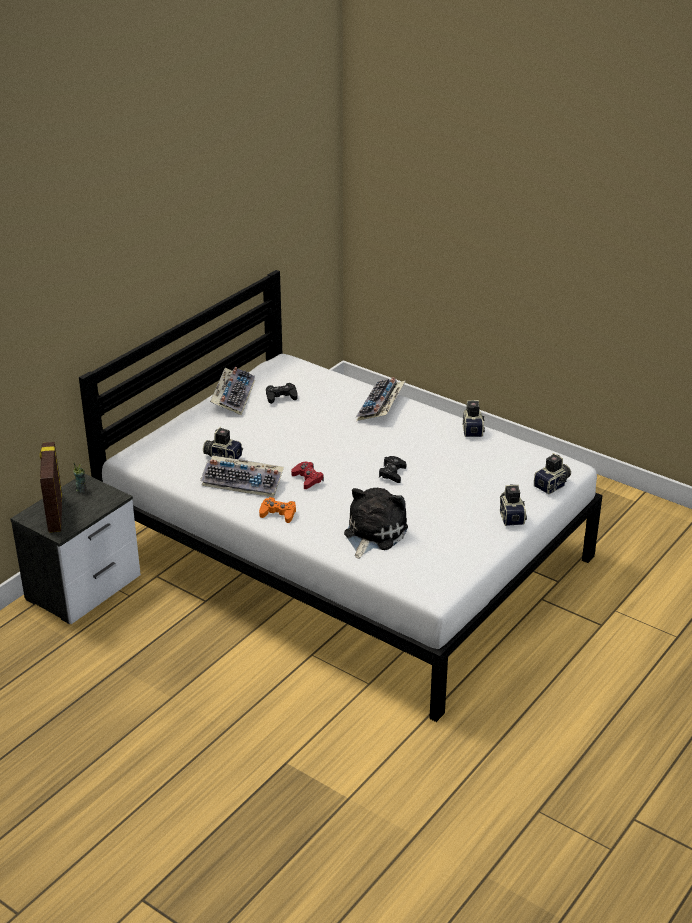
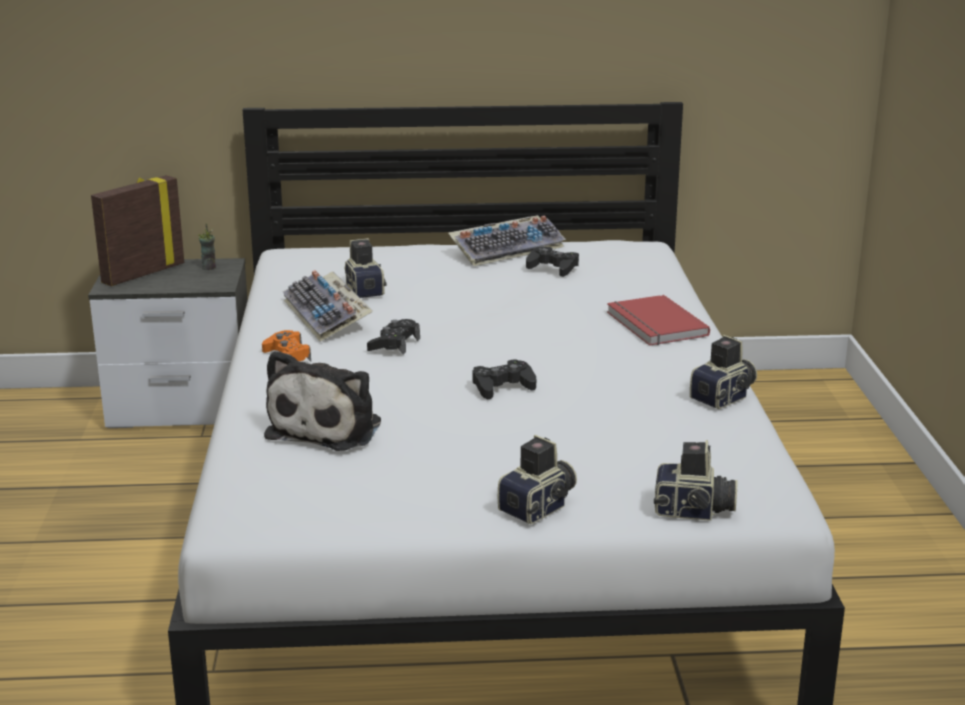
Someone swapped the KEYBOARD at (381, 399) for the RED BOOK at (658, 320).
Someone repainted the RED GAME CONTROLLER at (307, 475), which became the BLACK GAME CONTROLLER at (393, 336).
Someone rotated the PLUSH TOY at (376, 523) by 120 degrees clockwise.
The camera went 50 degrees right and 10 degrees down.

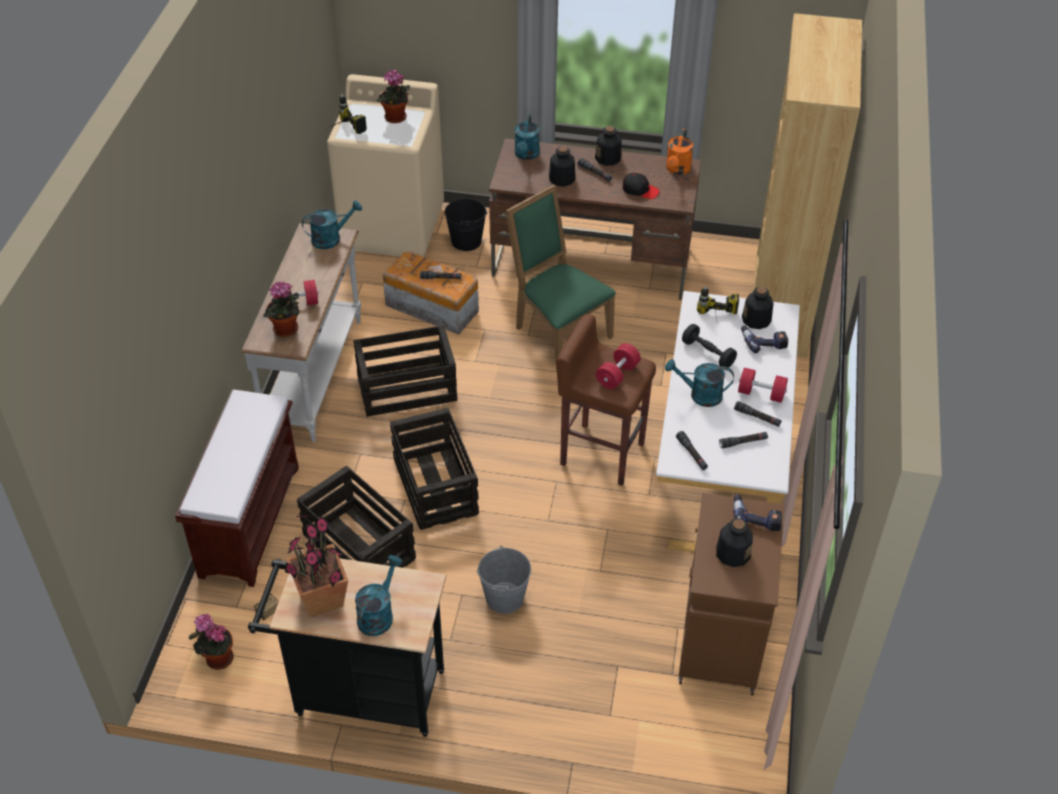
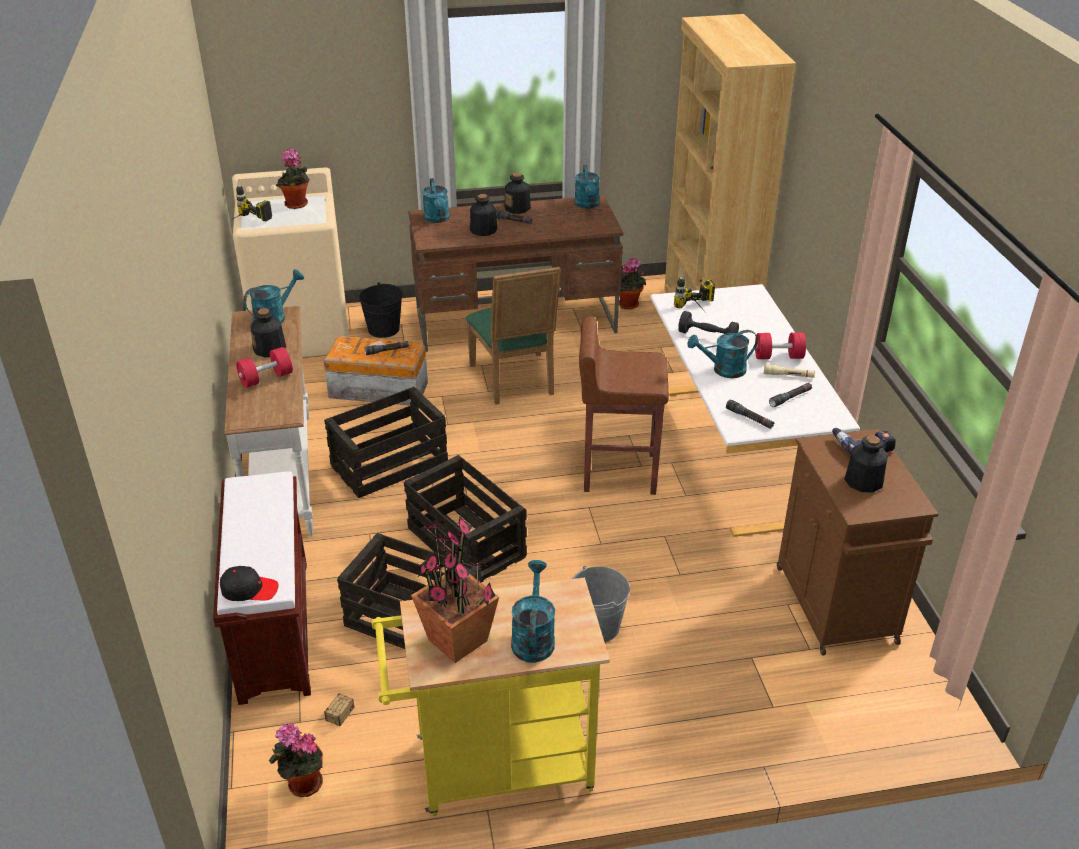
Someone took away the RED DUMBBELL at (618, 366).
Someone took away the POWER DRILL at (764, 339).
Someone carried the POTTED PLANT from (281, 309) to (632, 283).
Someone carried the BLACK CAP from (641, 186) to (249, 583).
Someone carried the BOTTLE from (757, 308) to (268, 332).
Someone repainted the BLACK CART at (347, 644), which became the YELLOW CART at (491, 697).
Someone repainted the ORANGE WATERING CAN at (679, 152), which became the TURQUOISE WATERING CAN at (587, 187).
Someone repainted the BLACK FLASHLIGHT at (757, 414), which became the BEIGE FLASHLIGHT at (789, 371).
Someone rotated the GREEN CHAIR at (561, 271) by 135 degrees counterclockwise.
The camera went 20 degrees left and 10 degrees down.

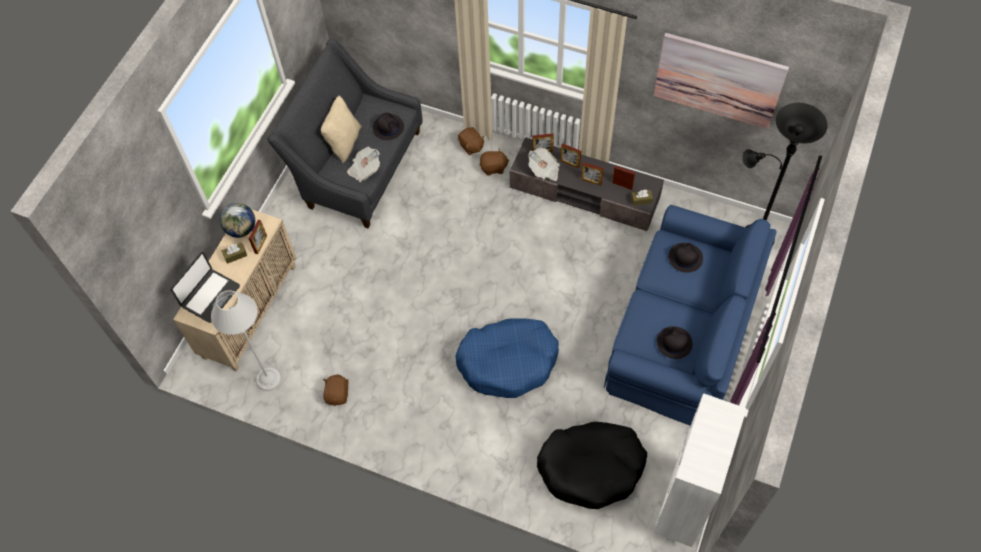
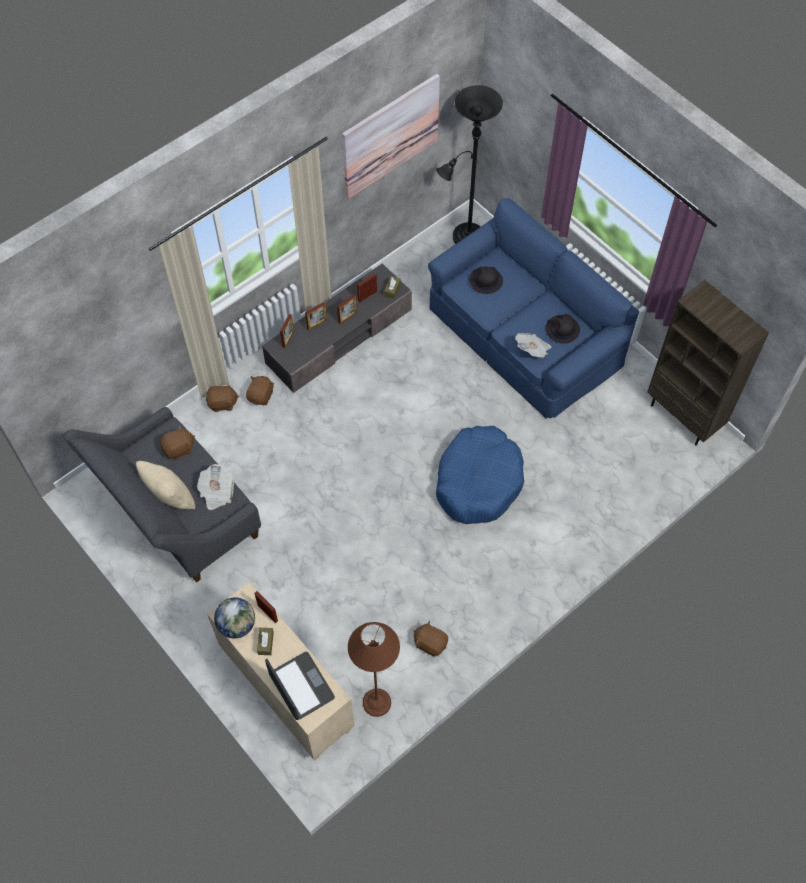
Someone took away the BLACK DOG BED at (592, 465).
Someone carried the NEWSPAPER from (544, 164) to (533, 345).
Someone swapped the BLACK HAT at (388, 126) for the BROWN PLUSH TOY at (177, 442).
Someone repainted the GREY FLOOR LAMP at (246, 340), which became the BROWN FLOOR LAMP at (374, 669).
Someone repainted the WHITE BOOKCASE at (700, 470), which became the BROWN BOOKCASE at (708, 363).
The camera went 65 degrees left and 0 degrees up.

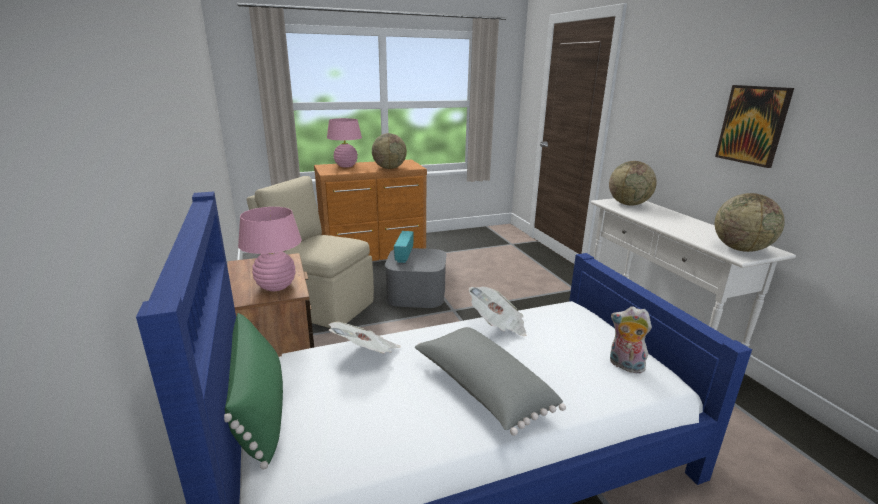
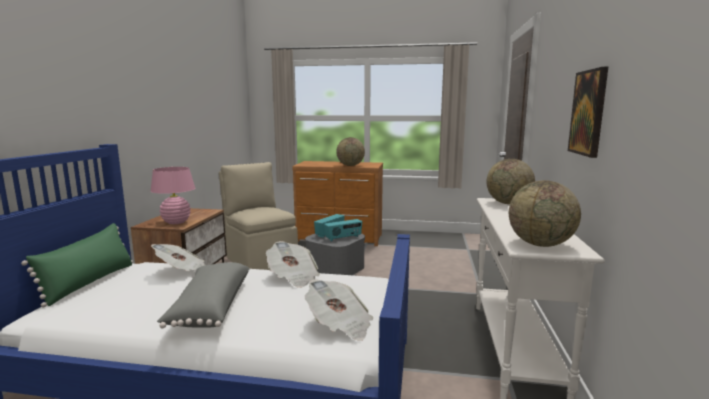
Someone took away the PINK TABLE LAMP at (344, 143).
Someone put down the RADIO at (343, 230).
Someone swapped the PLUSH TOY at (631, 340) for the NEWSPAPER at (339, 310).
The camera went 30 degrees right and 10 degrees down.

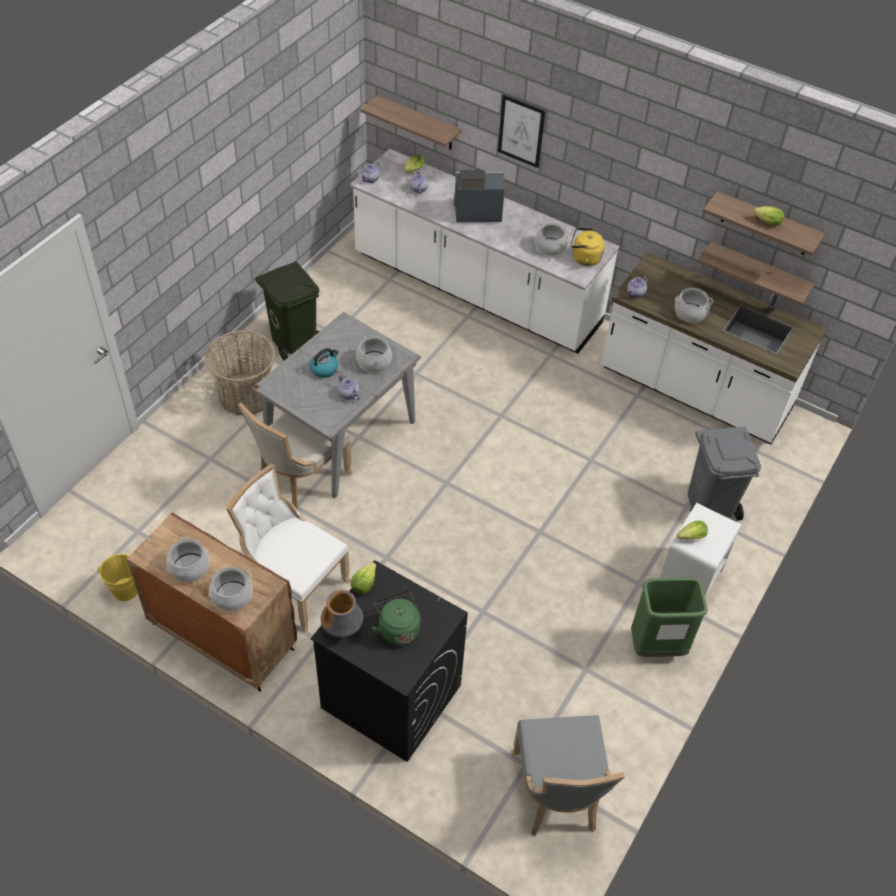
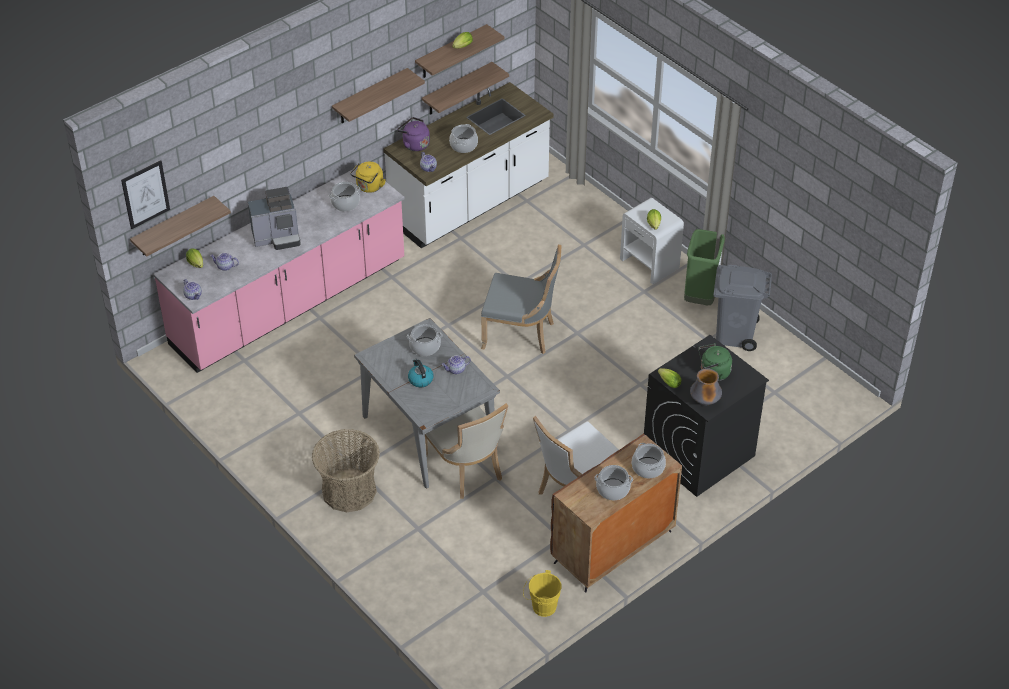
Someone took away the GREEN TRASH CAN at (287, 311).
Someone put up the SHELF at (378, 95).
Someone put down the PURPLE KETTLE at (413, 134).
Someone carried the PICTURE from (521, 131) to (145, 194).
Someone carried the GREY CHAIR from (568, 775) to (521, 299).
Someone carried the GREY TRASH CAN from (724, 474) to (742, 308).
Someone repainted the WHITE COUNTER at (485, 251), which became the PINK COUNTER at (278, 270).
Someone rotated the COFFEE MACHINE at (479, 196) by 120 degrees counterclockwise.
The camera went 70 degrees left and 5 degrees down.

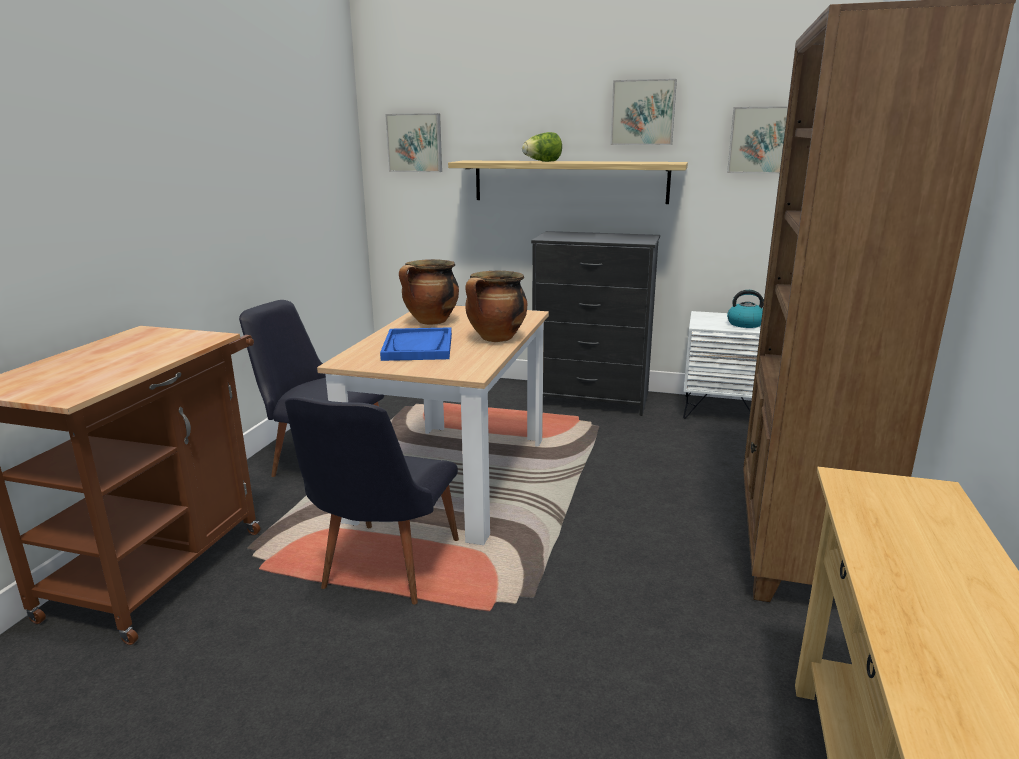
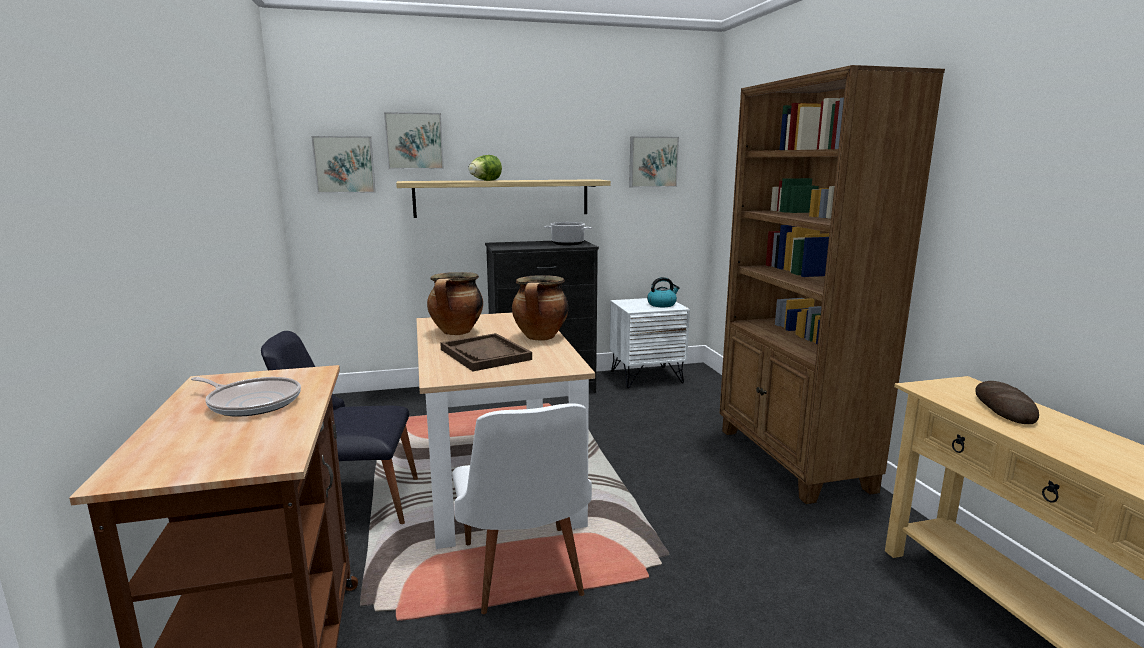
Someone put down the FRYING PAN at (246, 397).
Someone put down the COOKING POT at (568, 233).
Someone put down the BREAD at (1007, 402).
Someone carried the PICTURE from (644, 112) to (414, 140).
Someone repainted the BLACK CHAIR at (372, 501), which became the WHITE CHAIR at (522, 508).
Someone repainted the BLUE TRAY at (416, 344), which became the BROWN TRAY at (486, 352).
The camera went 30 degrees left and 5 degrees down.

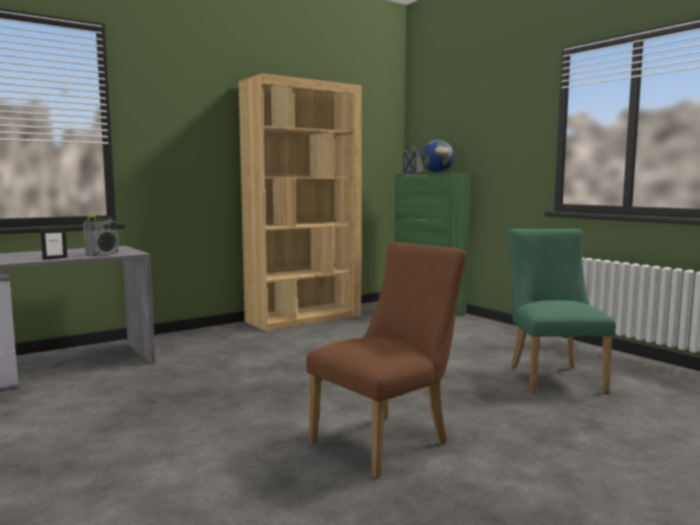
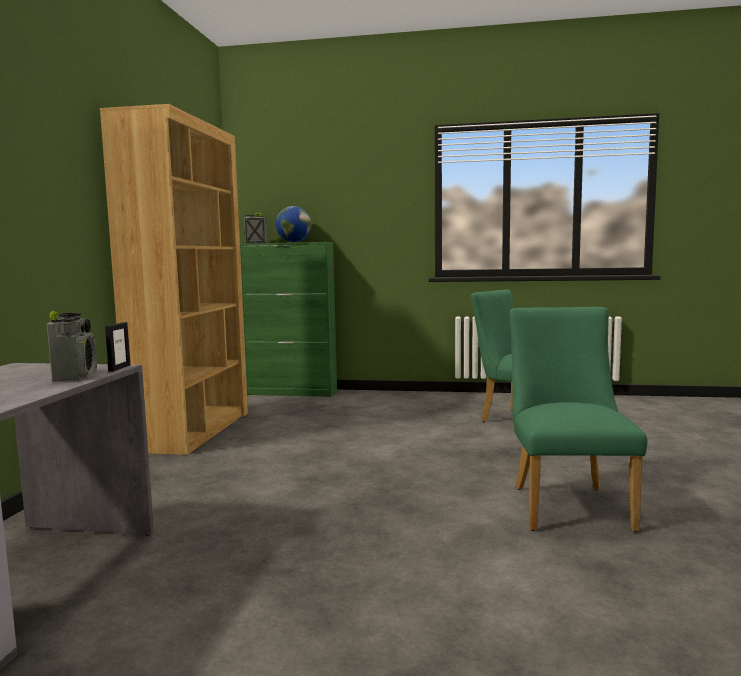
Someone carried the PICTURE FRAME from (53, 244) to (118, 347).
Someone repainted the BROWN CHAIR at (386, 360), which became the GREEN CHAIR at (578, 419).
The camera went 45 degrees left and 0 degrees up.

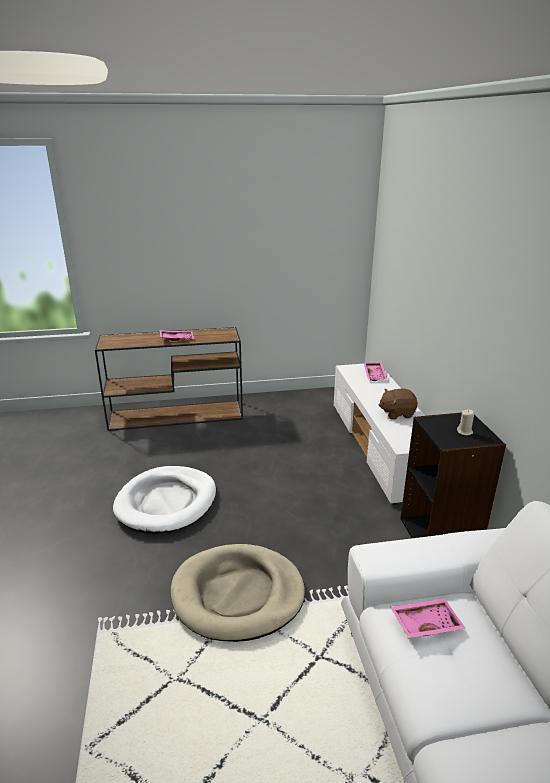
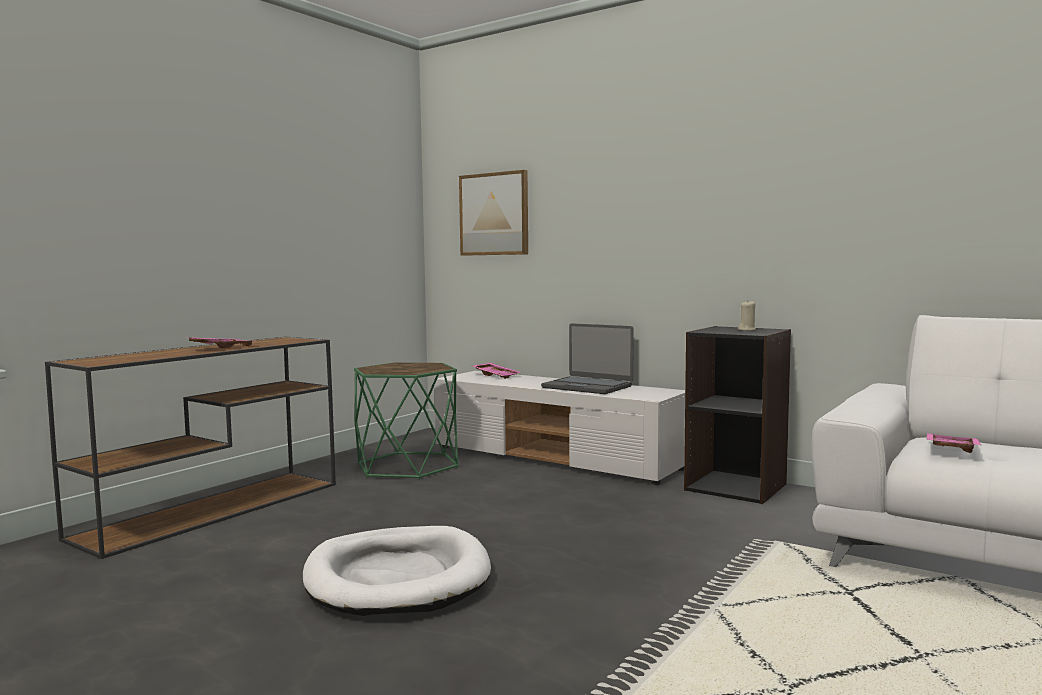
Someone took away the BEIGE DOG BED at (238, 593).
Someone put down the GREEN SIDE TABLE at (406, 420).
Someone put up the PICTURE at (493, 213).
Someone swapped the BROWN PLUSH TOY at (398, 404) for the LAPTOP at (587, 358).
The camera went 45 degrees left and 20 degrees down.

